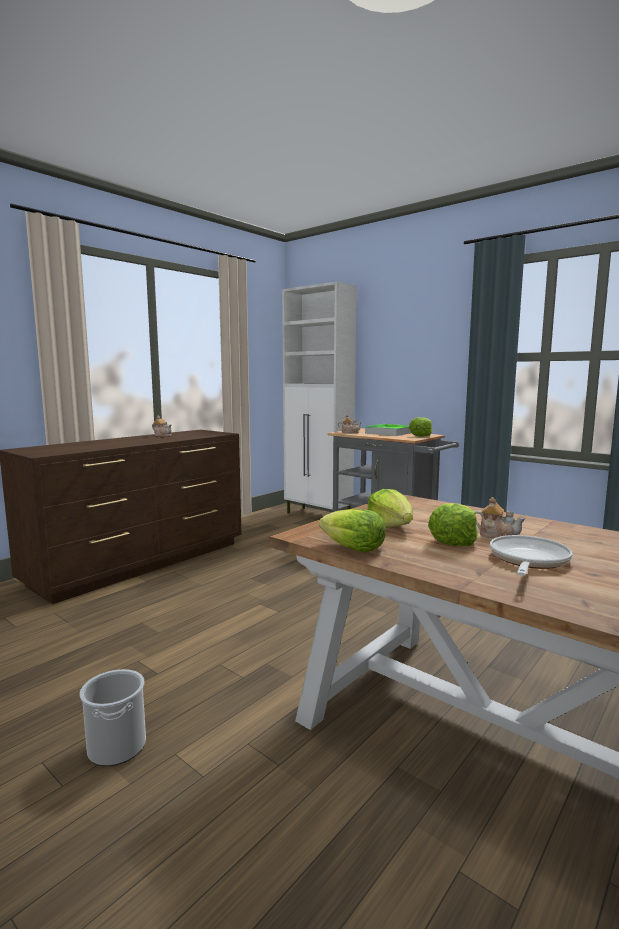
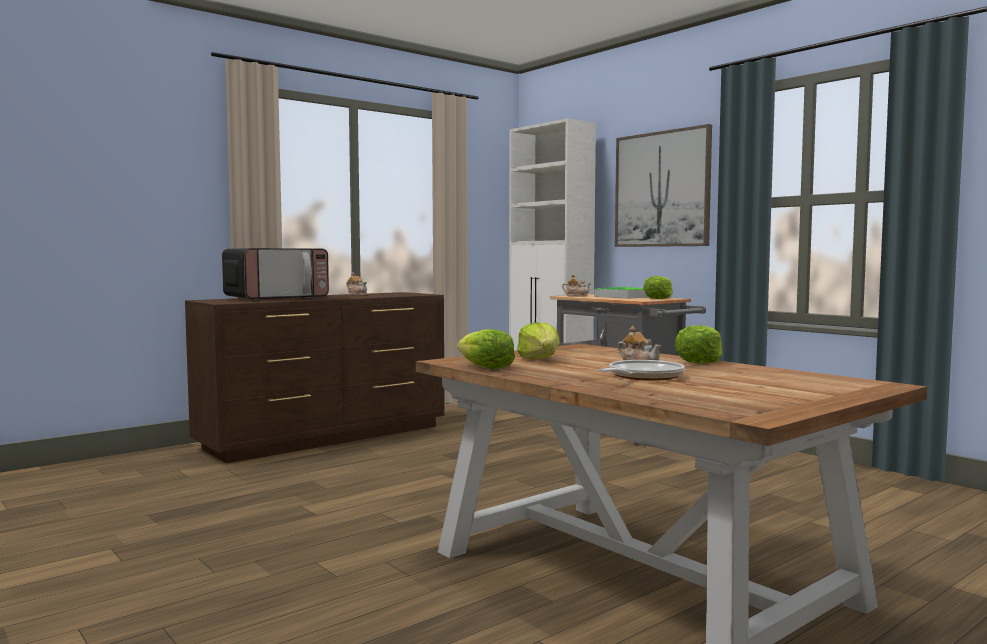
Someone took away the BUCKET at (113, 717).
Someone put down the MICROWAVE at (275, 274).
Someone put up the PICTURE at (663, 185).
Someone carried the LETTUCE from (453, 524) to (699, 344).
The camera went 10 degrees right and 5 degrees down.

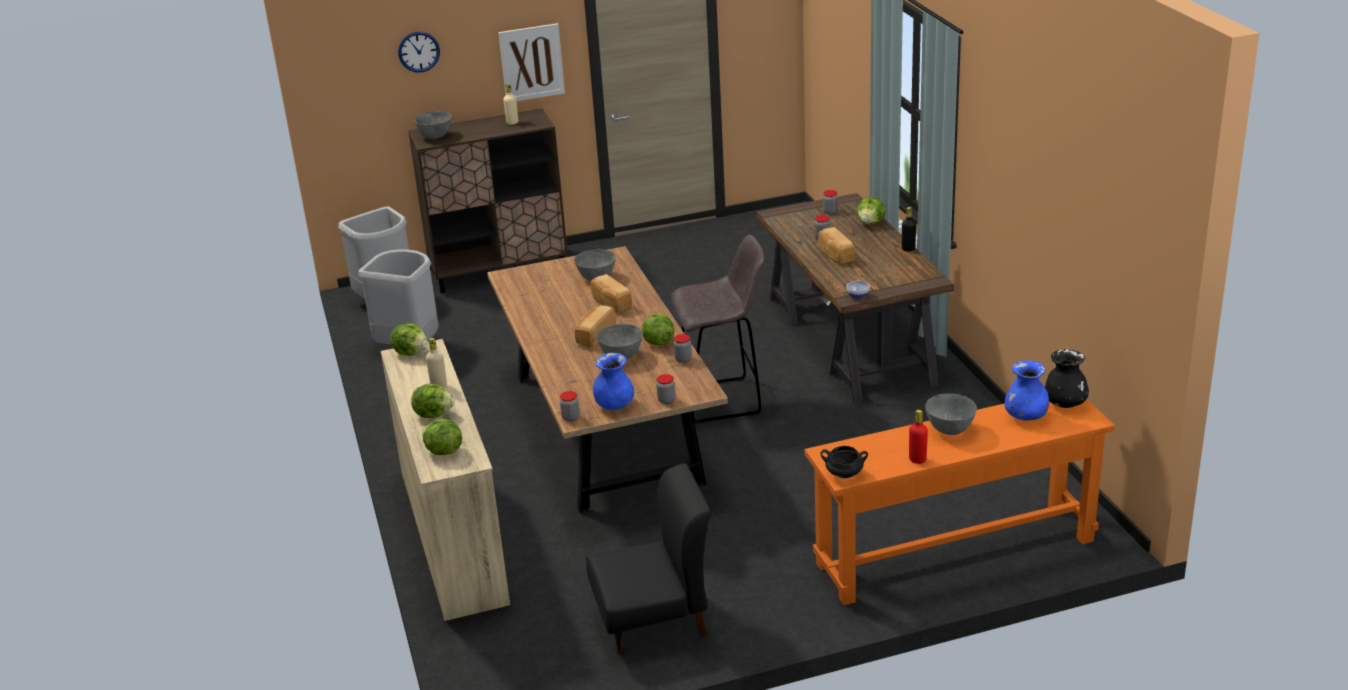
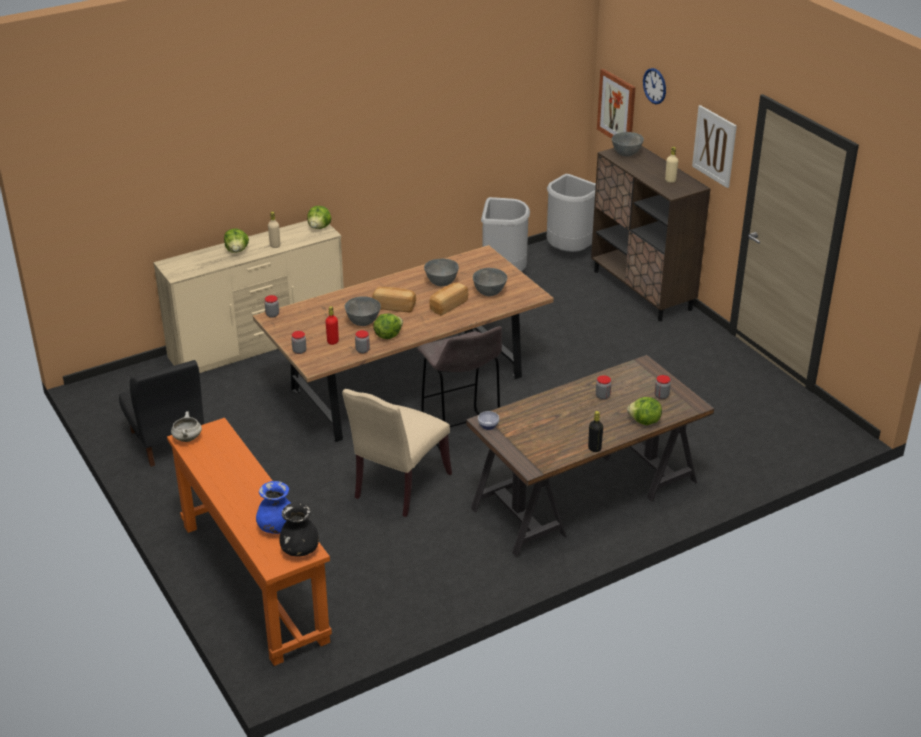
Someone took away the LETTUCE at (442, 437).
Someone took away the BLUE VASE at (613, 381).
Someone took away the BREAD at (836, 245).
Someone put down the BEIGE CHAIR at (397, 453).
Someone put up the PICTURE at (616, 104).
Someone carried the RED BOTTLE from (918, 437) to (332, 325).
Someone carried the GREY BOWL from (951, 414) to (441, 272).
Someone repainted the BLACK COOKING POT at (844, 462), which became the WHITE COOKING POT at (186, 426).
The camera went 75 degrees right and 5 degrees up.

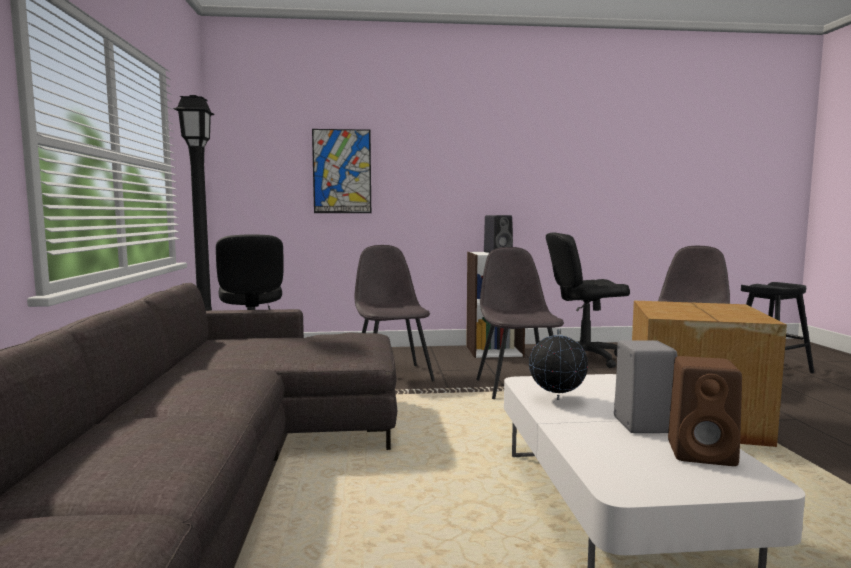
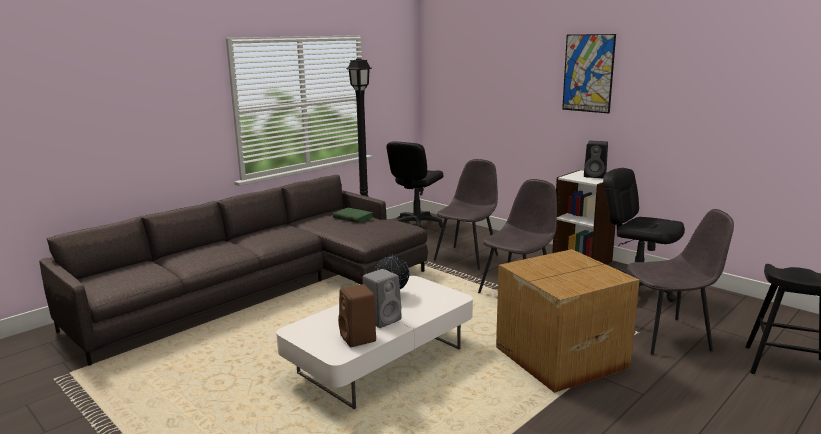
Someone put down the GREEN BOOK at (353, 215).
Someone carried the PICTURE from (341, 171) to (589, 74).
The camera went 50 degrees right and 10 degrees up.

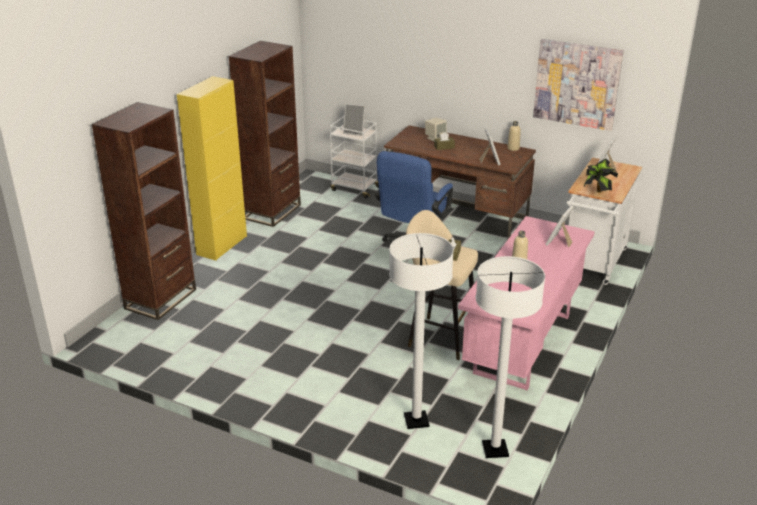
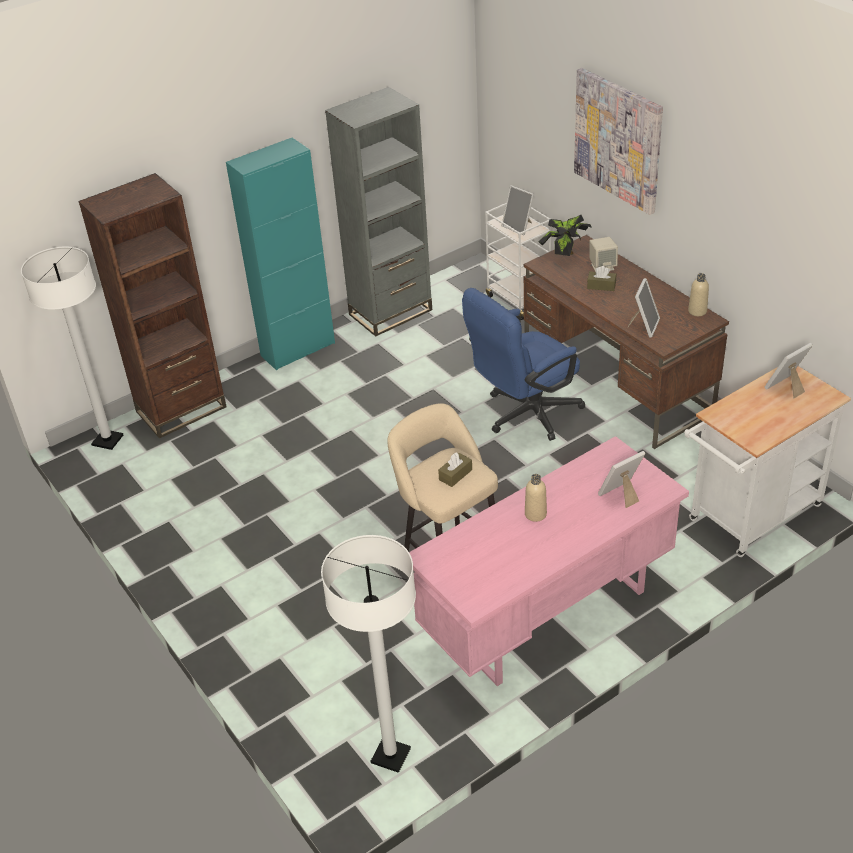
Someone carried the WHITE FLOOR LAMP from (421, 331) to (72, 348).
Someone carried the PICTURE from (578, 85) to (618, 141).
Someone carried the POTTED PLANT from (601, 175) to (565, 235).
Someone repainted the YELLOW CABINET at (212, 168), which became the TURQUOISE CABINET at (280, 254).
Someone repainted the BROWN BOOKCASE at (265, 134), which became the GREY BOOKCASE at (378, 212).
The camera went 30 degrees right and 10 degrees up.

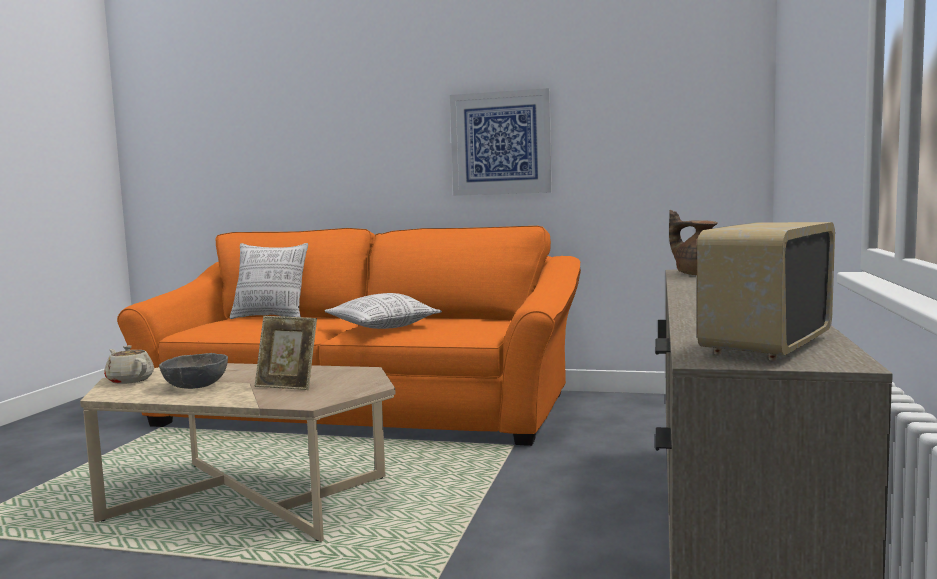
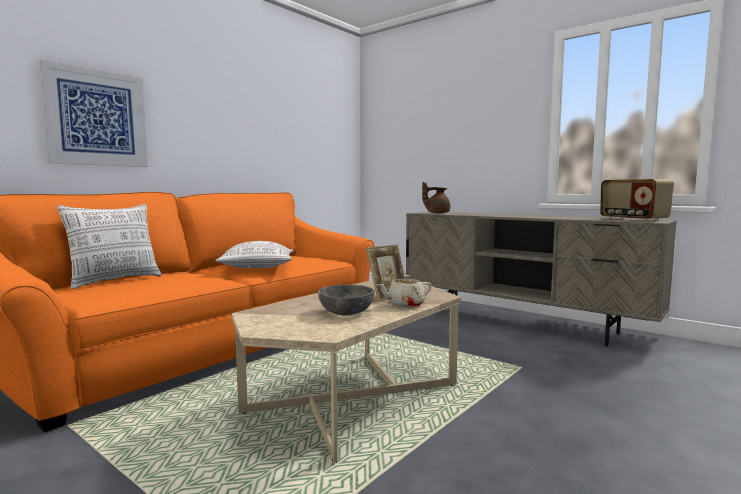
Someone carried the BEIGE TEAPOT from (129, 364) to (404, 291).
Someone carried the PICTURE from (501, 142) to (93, 113).
The camera went 65 degrees left and 0 degrees up.

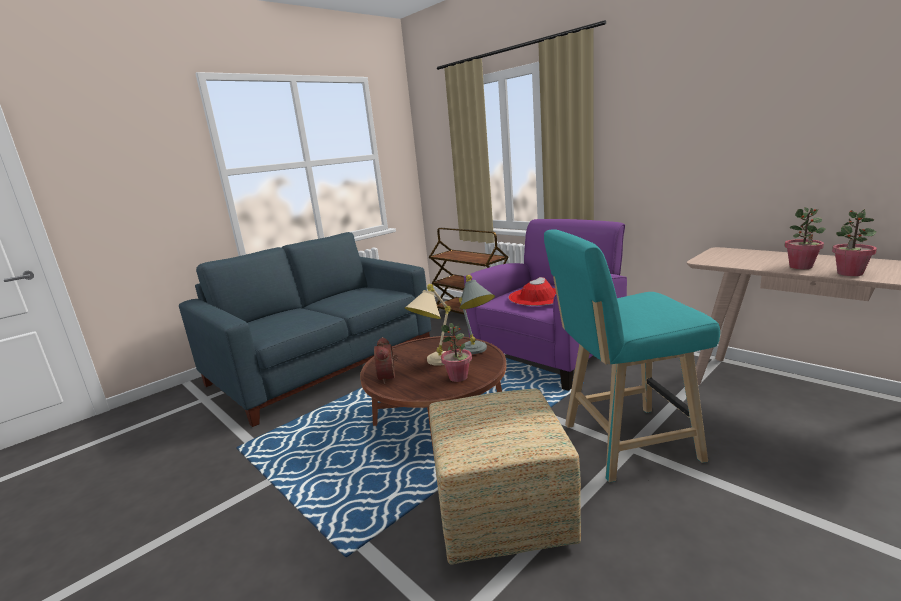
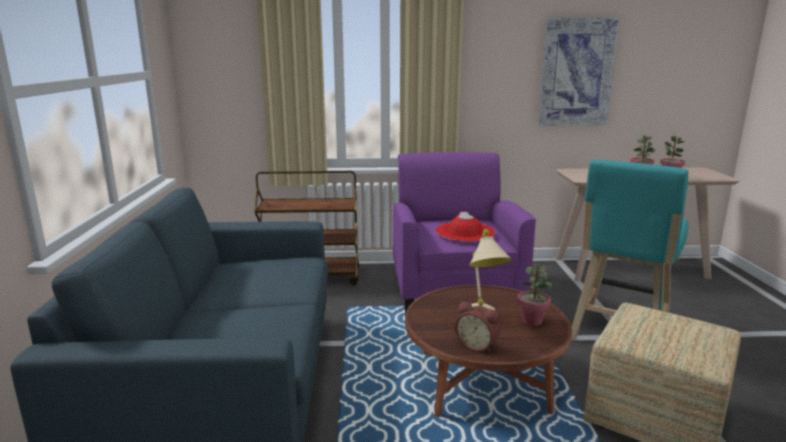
Someone took away the GREY TABLE LAMP at (477, 314).
Someone put up the PICTURE at (579, 71).
The camera went 50 degrees left and 0 degrees up.

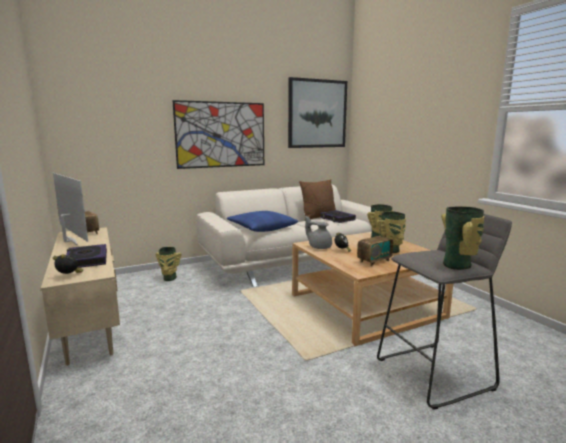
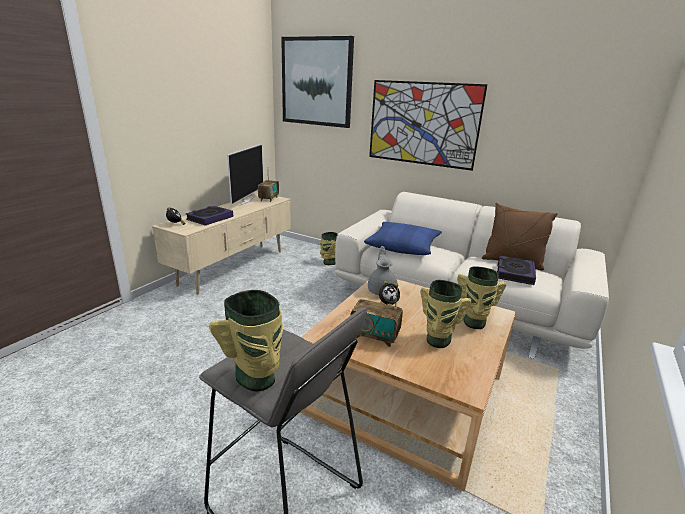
Someone carried the PICTURE from (317, 112) to (317, 82).
The camera went 55 degrees right and 10 degrees up.

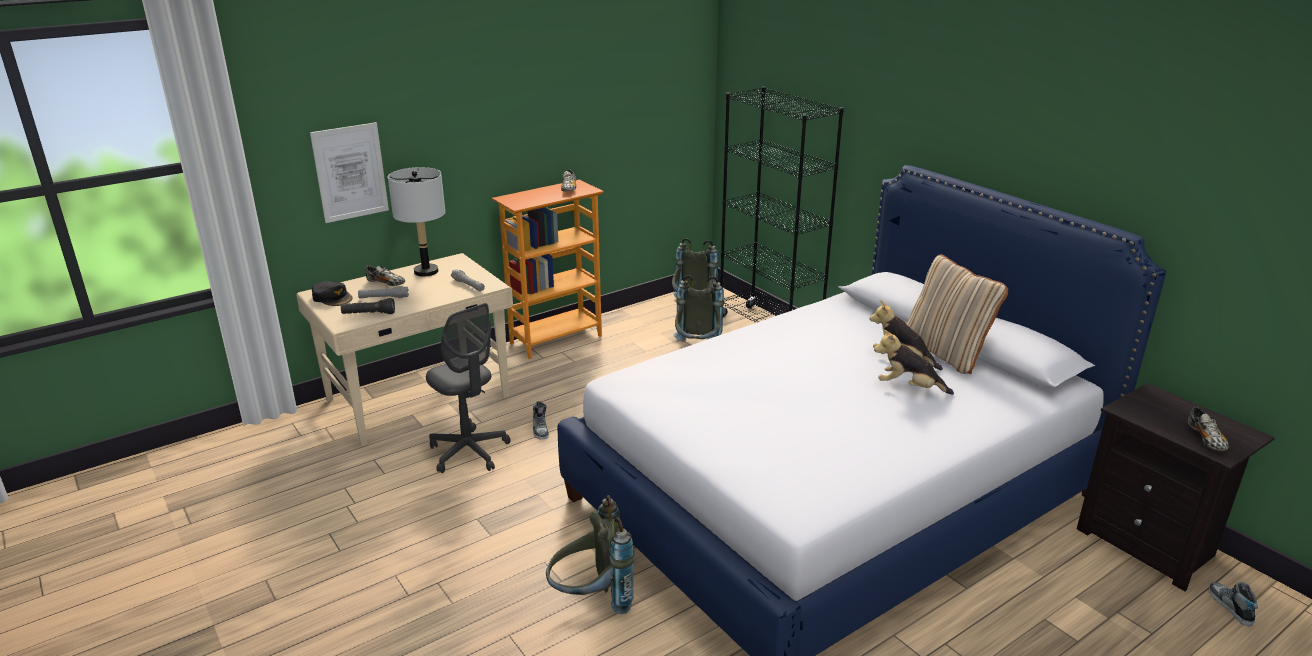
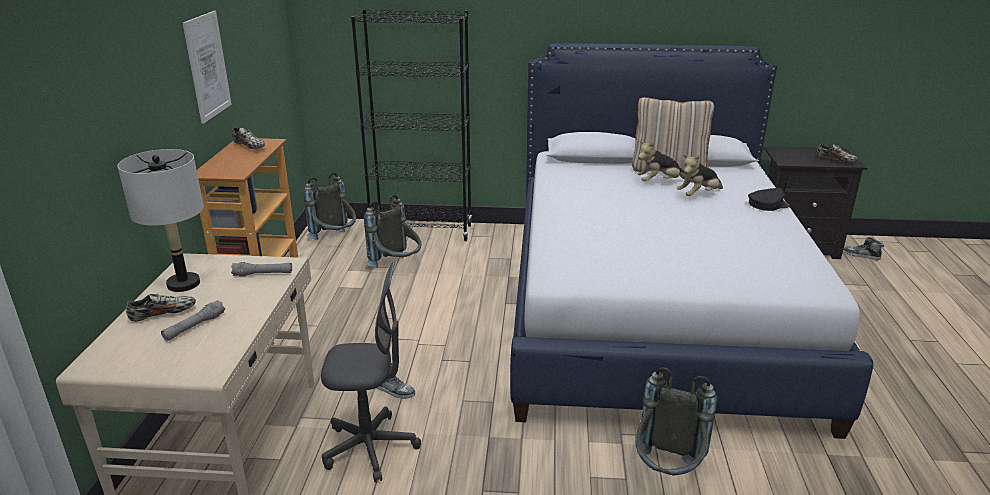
Someone took away the BLACK FLASHLIGHT at (368, 306).
Someone carried the PICTURE from (349, 172) to (207, 67).
Someone carried the BLACK CAP from (332, 293) to (769, 199).
The camera went 50 degrees left and 0 degrees up.

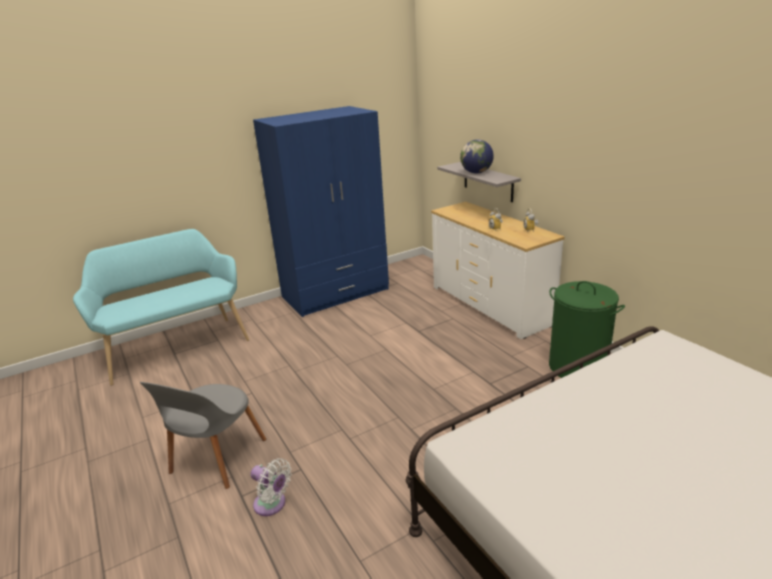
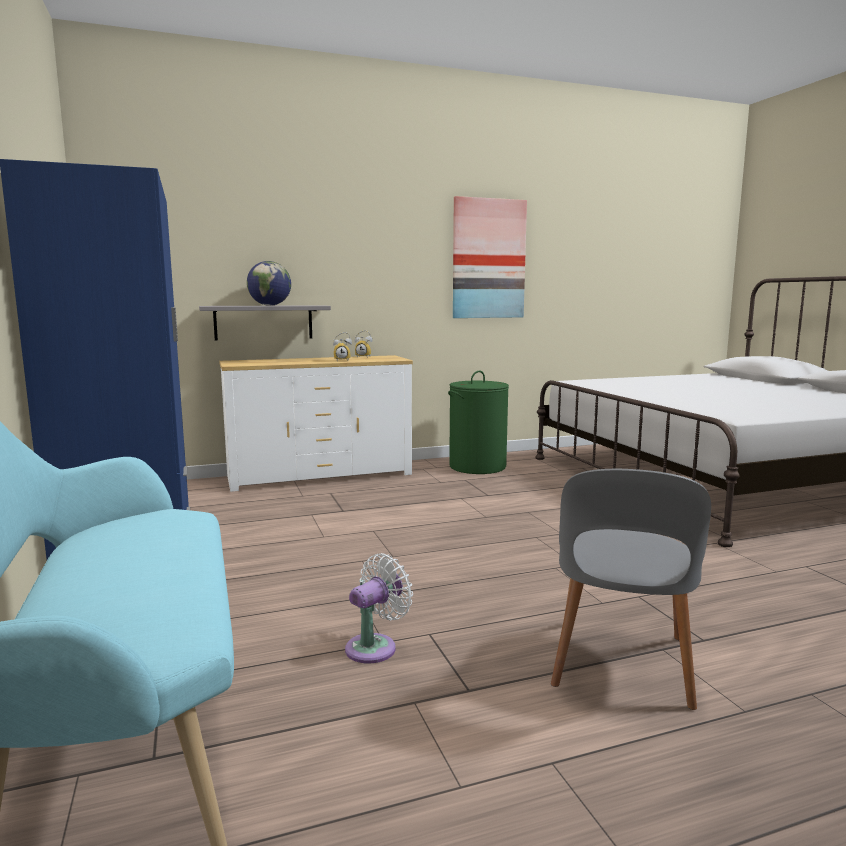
Someone put up the PICTURE at (490, 257).
Someone carried the WHITE FAN from (271, 487) to (379, 608).
Someone rotated the GREY CHAIR at (203, 435) by 75 degrees clockwise.
The camera went 80 degrees left and 15 degrees down.

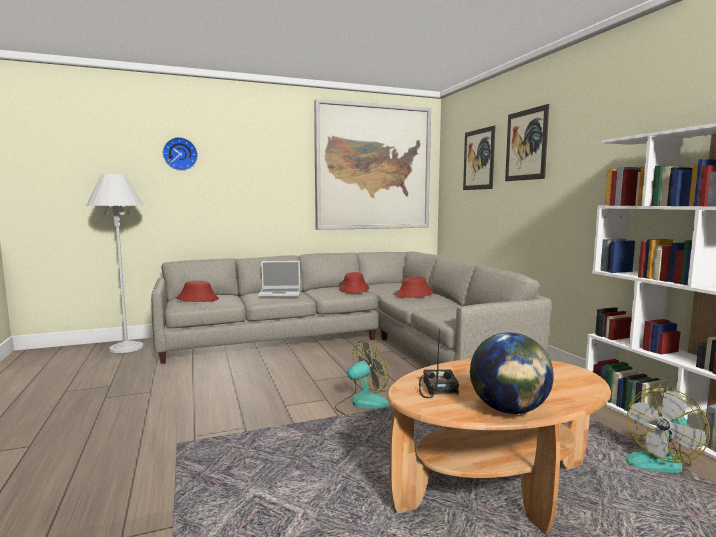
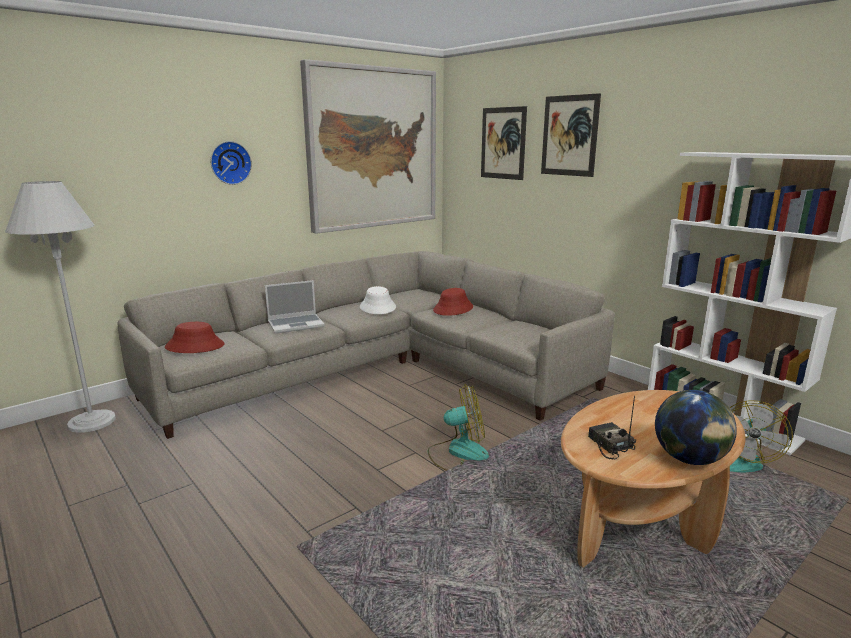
Someone carried the WALL CLOCK from (180, 154) to (231, 163).
Someone repainted the RED HAT at (354, 282), which became the WHITE HAT at (378, 300).
Someone rotated the FAN at (362, 378) by 45 degrees clockwise.
The camera went 20 degrees left and 10 degrees up.

